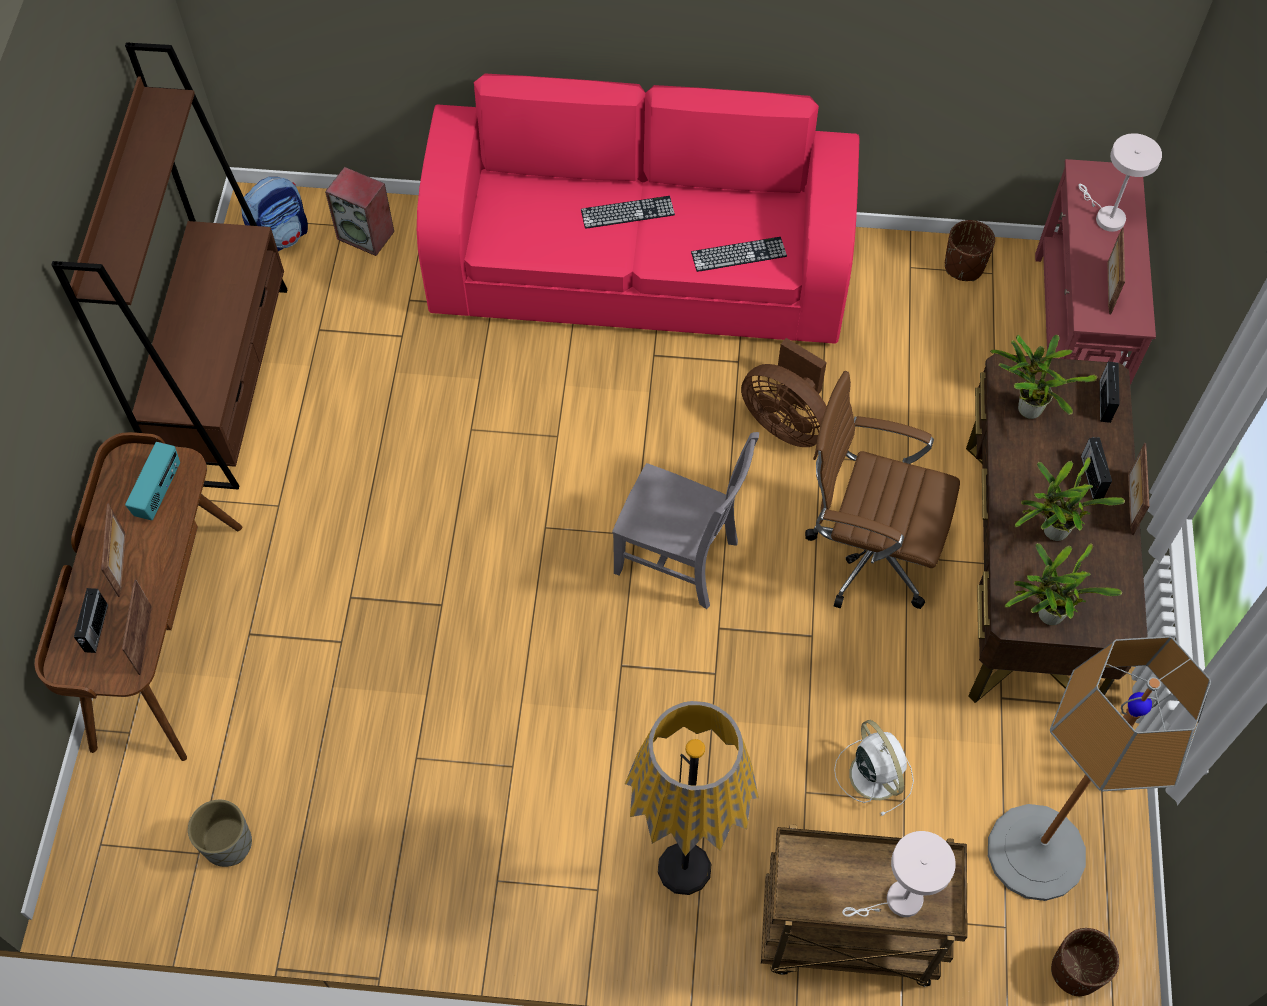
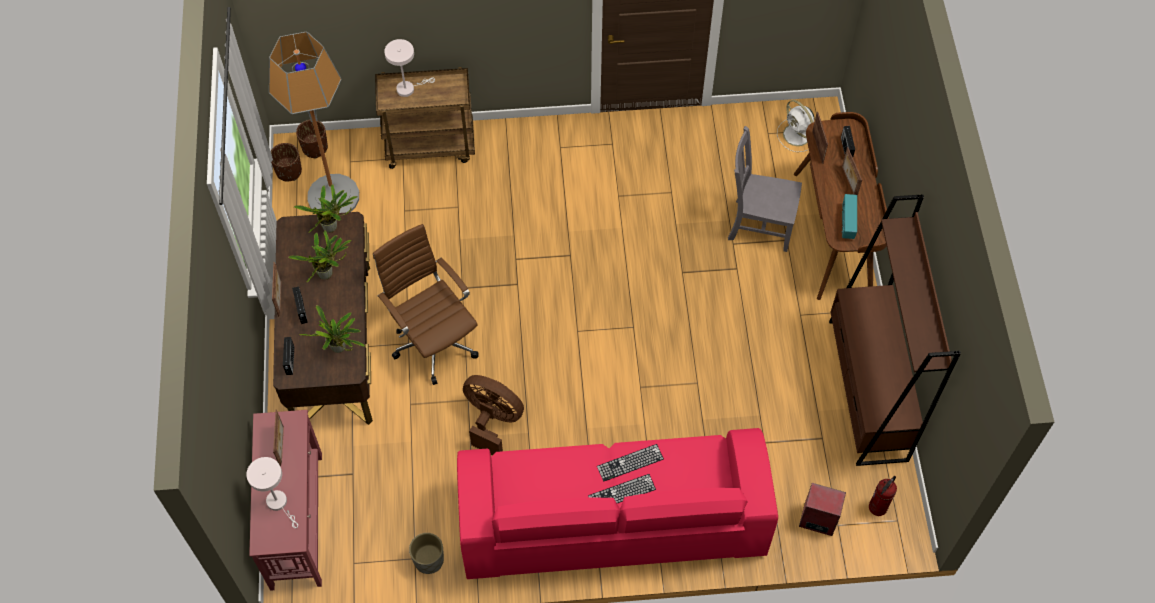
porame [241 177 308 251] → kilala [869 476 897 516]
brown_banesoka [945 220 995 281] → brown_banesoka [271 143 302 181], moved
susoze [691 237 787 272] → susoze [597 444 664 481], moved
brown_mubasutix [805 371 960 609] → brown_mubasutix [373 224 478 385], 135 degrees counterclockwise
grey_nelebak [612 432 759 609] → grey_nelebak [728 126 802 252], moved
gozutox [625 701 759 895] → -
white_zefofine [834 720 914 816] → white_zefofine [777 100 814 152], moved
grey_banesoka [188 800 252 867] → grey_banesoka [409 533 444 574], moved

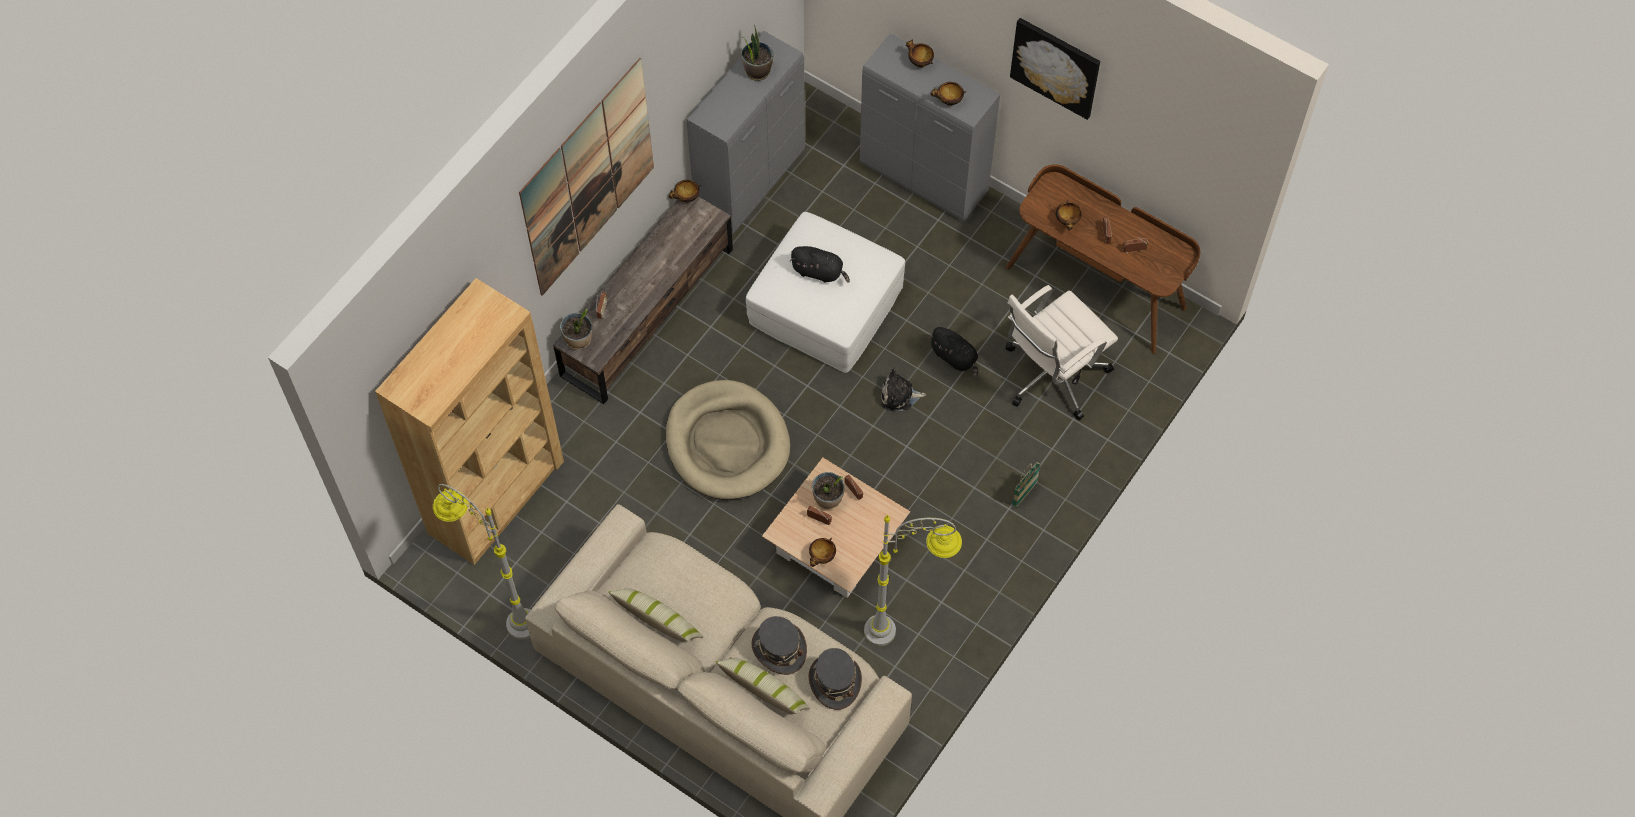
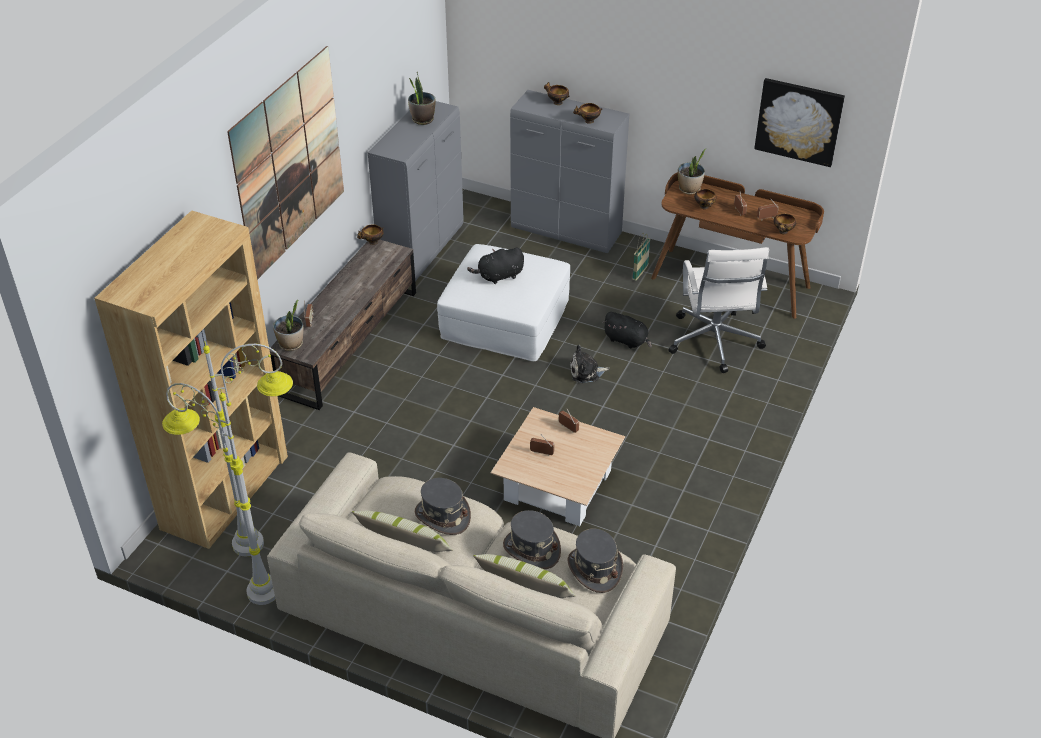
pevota [1010 18 1100 120] → pevota [754 78 845 167], moved
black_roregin [790 246 850 283] → black_roregin [467 248 524 284], 150 degrees clockwise
white_mubasutix [1005 285 1118 420] → white_mubasutix [668 247 769 373], 45 degrees counterclockwise
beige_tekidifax [666 380 790 499] → -
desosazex [1012 462 1041 508] → desosazex [632 233 650 281], moved
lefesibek [812 472 844 509] → lefesibek [678 148 707 195], moved
grey_gozutox [864 514 962 646] → grey_gozutox [203 341 293 556], moved
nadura [809 538 836 567] → nadura [774 213 796 234], moved
- → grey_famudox [415 478 471 535]

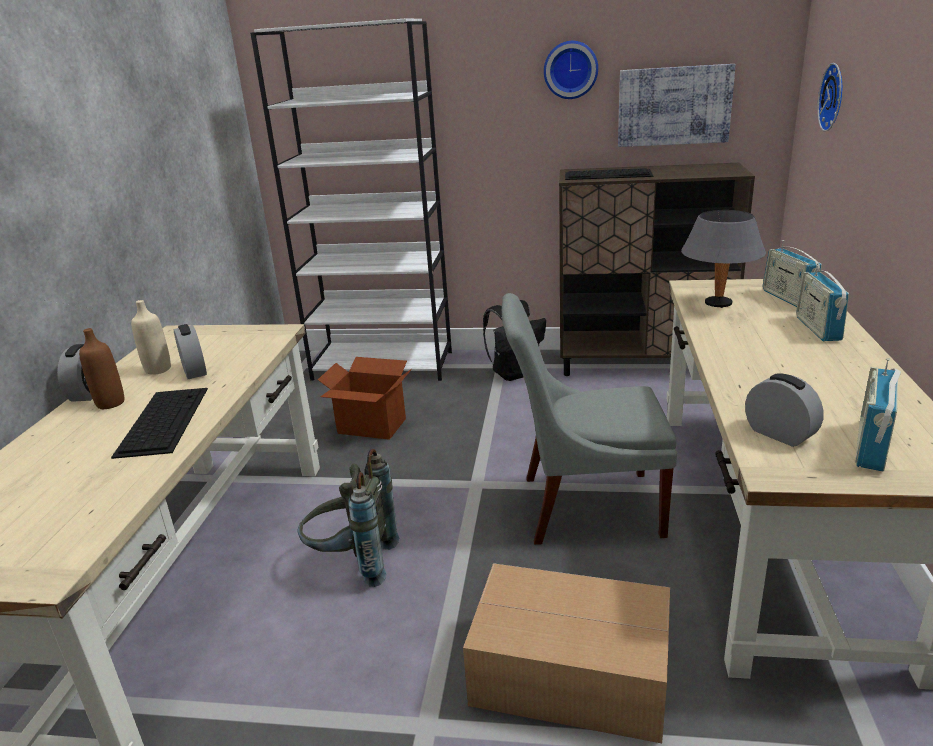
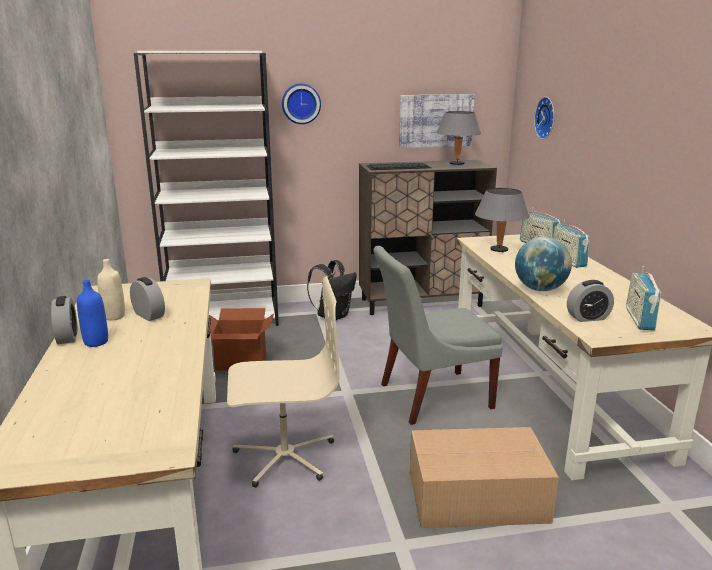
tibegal [544 41 598 99] → tibegal [282 84 321 124], moved
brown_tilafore [79 328 124 409] → blue_tilafore [77 280 108 347]
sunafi [745 373 824 447] → sunafi [567 280 614 322], 135 degrees clockwise
susoze [111 388 208 459] → -
grey_porame [297 449 399 587] → beige_mubasutix [227 276 340 488]
- → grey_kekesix [436 111 481 165]
- → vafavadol [515 237 572 291]

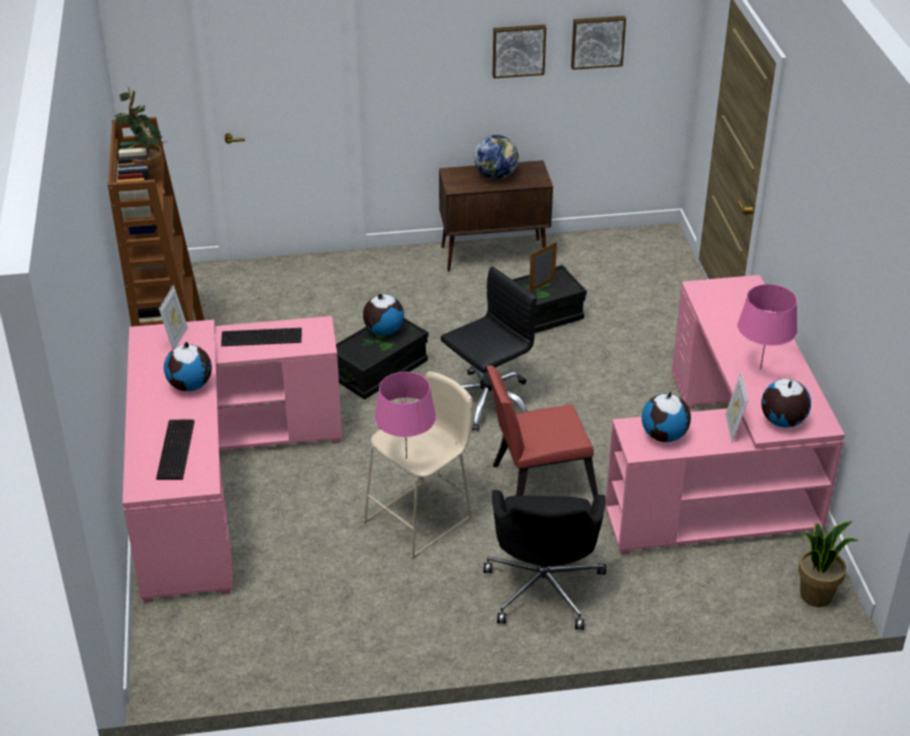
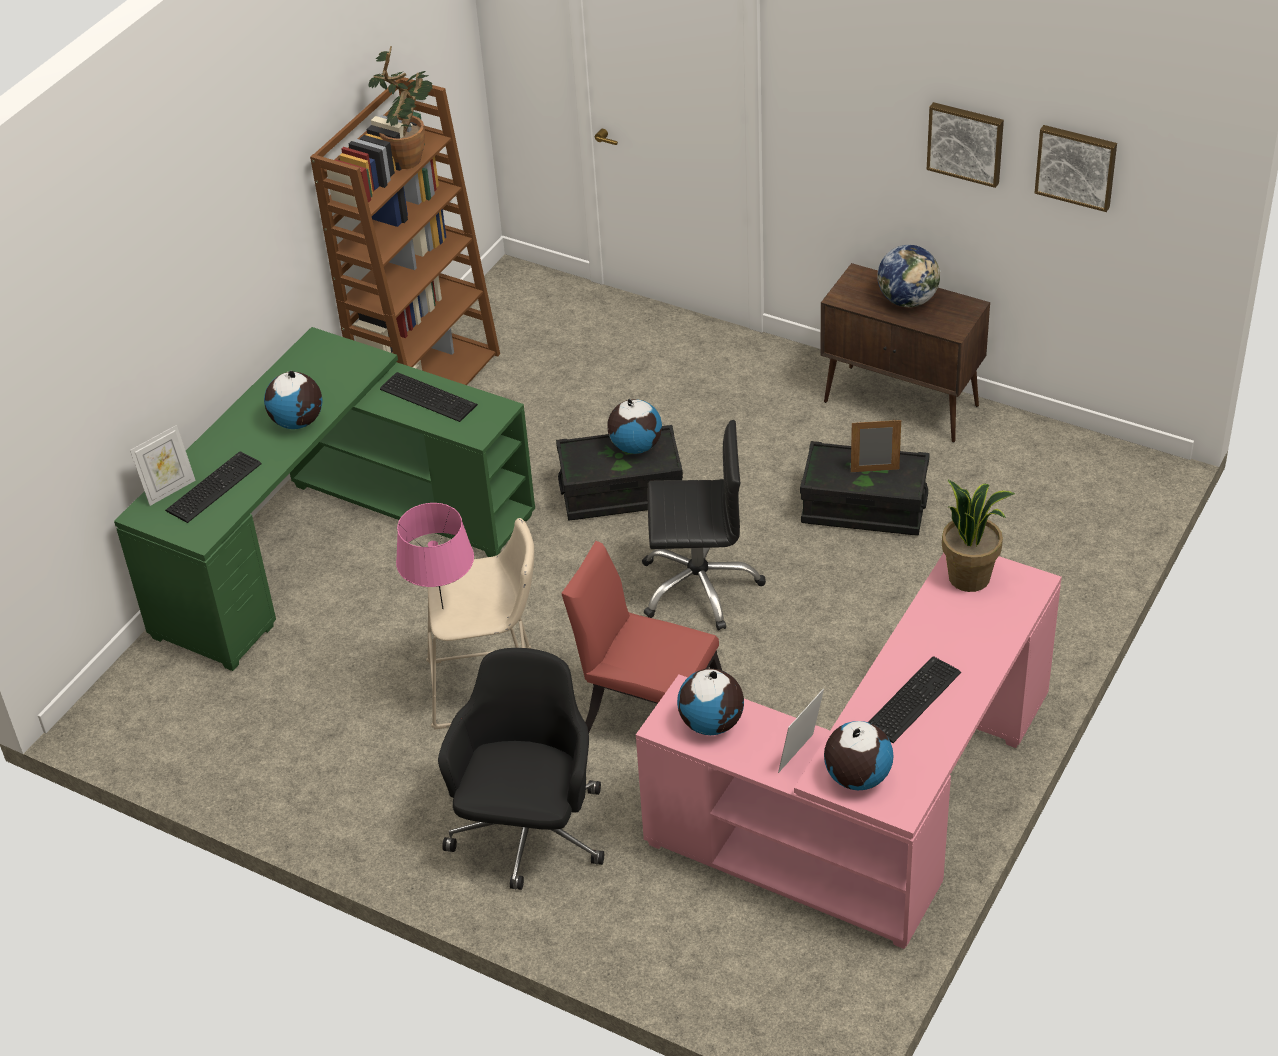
pink_kekesix [738 284 797 370] → susoze [868 657 961 743]
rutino [159 285 188 350] → rutino [130 425 196 506], moved
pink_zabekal [123 316 342 603] → green_zabekal [114 327 535 671]
black_mubasutix [483 490 606 630] → black_mubasutix [438 648 604 890], 150 degrees clockwise
lefesibek [798 521 859 607] → lefesibek [942 480 1015 592], moved

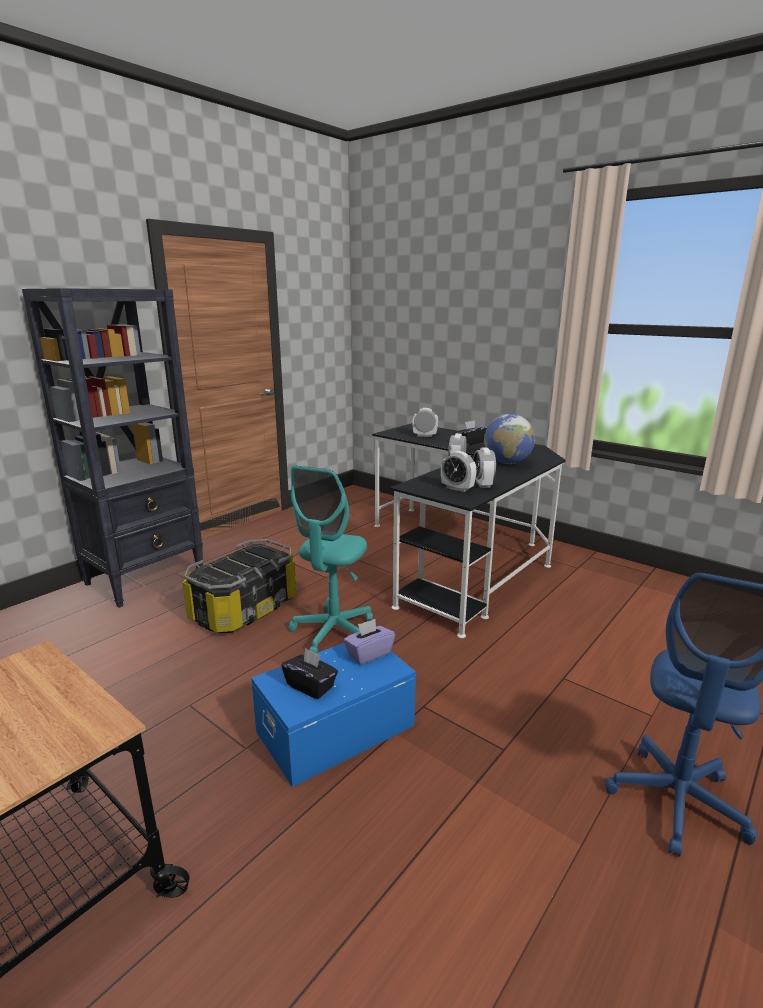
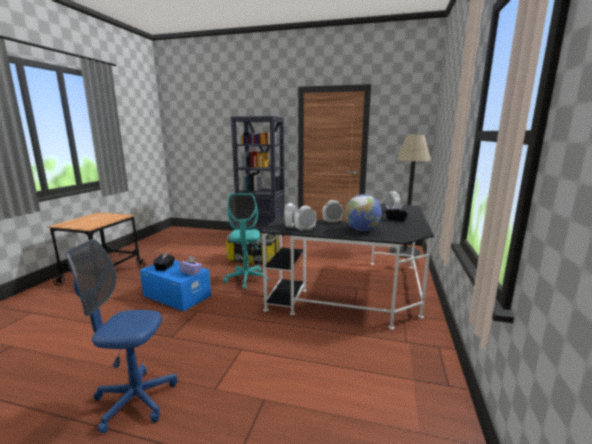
turquoise_mubasutix [288 465 373 653] → turquoise_mubasutix [223 193 268 289], 90 degrees counterclockwise
- → gozutox [390 135 431 257]

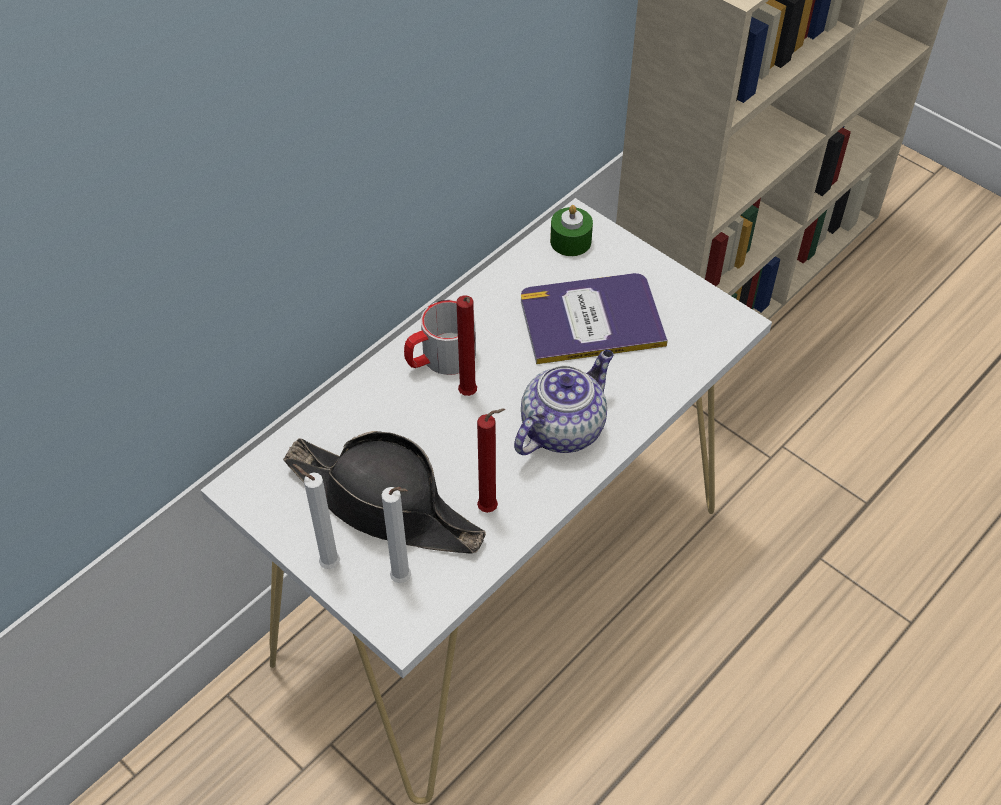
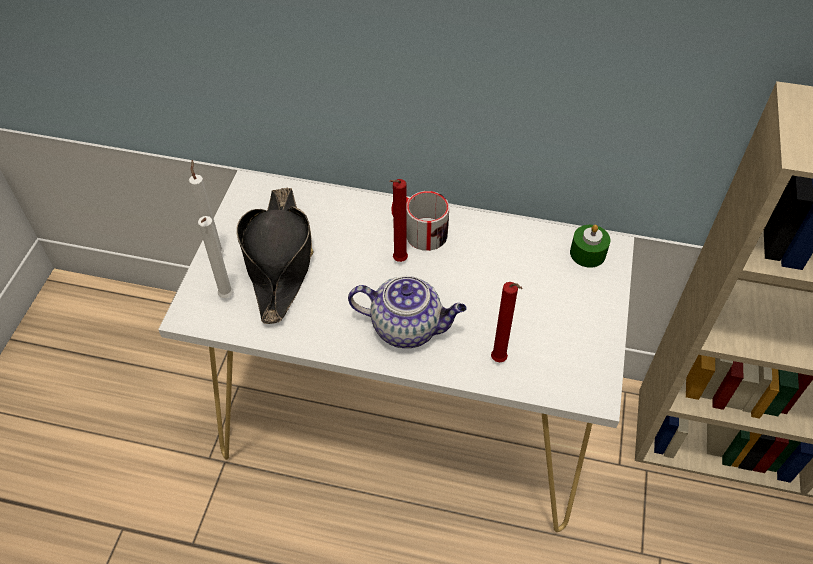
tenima [521 273 668 364] → -
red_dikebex [477 409 505 513] → red_dikebex [491 282 523 362], moved

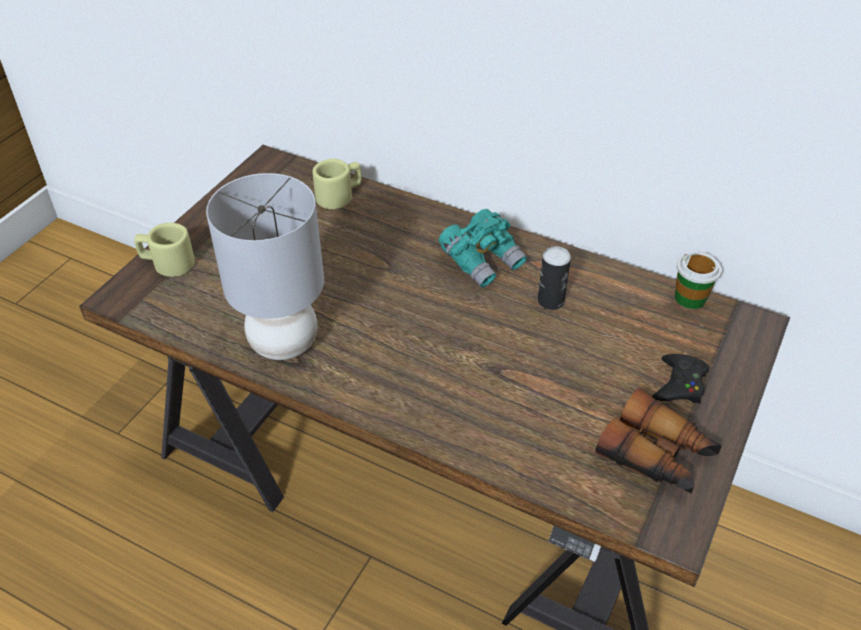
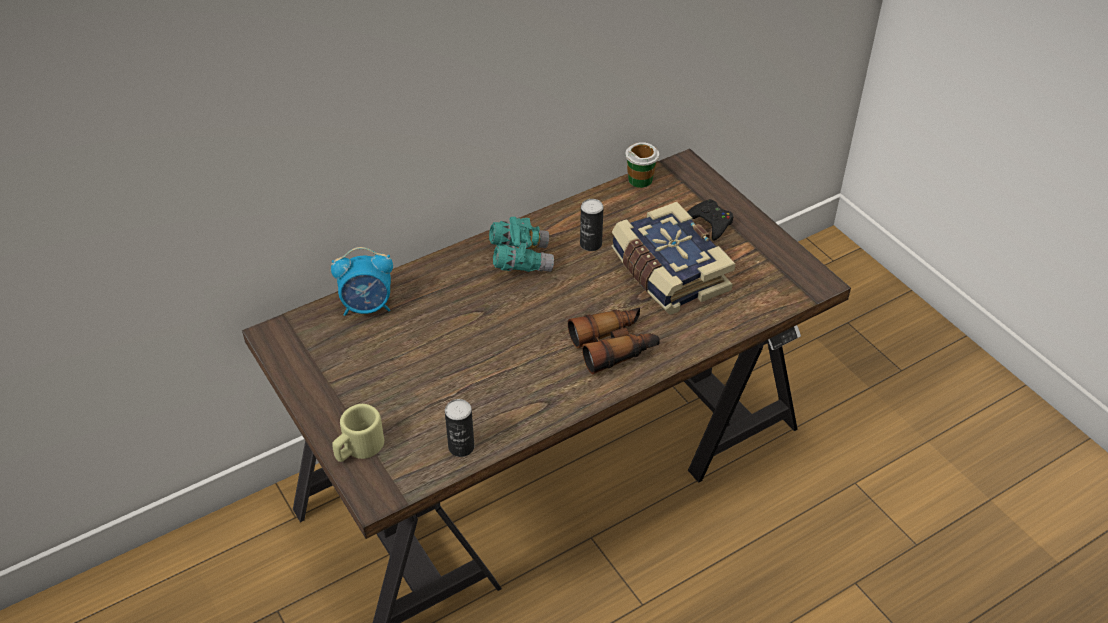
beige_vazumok [312 159 362 209] → sunafi [331 247 393 316]
grey_kekesix [206 173 324 360] → -
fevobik [595 388 722 494] → fevobik [568 308 660 374], moved
- → tenima [611 202 736 315]
- → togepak [445 399 474 457]

